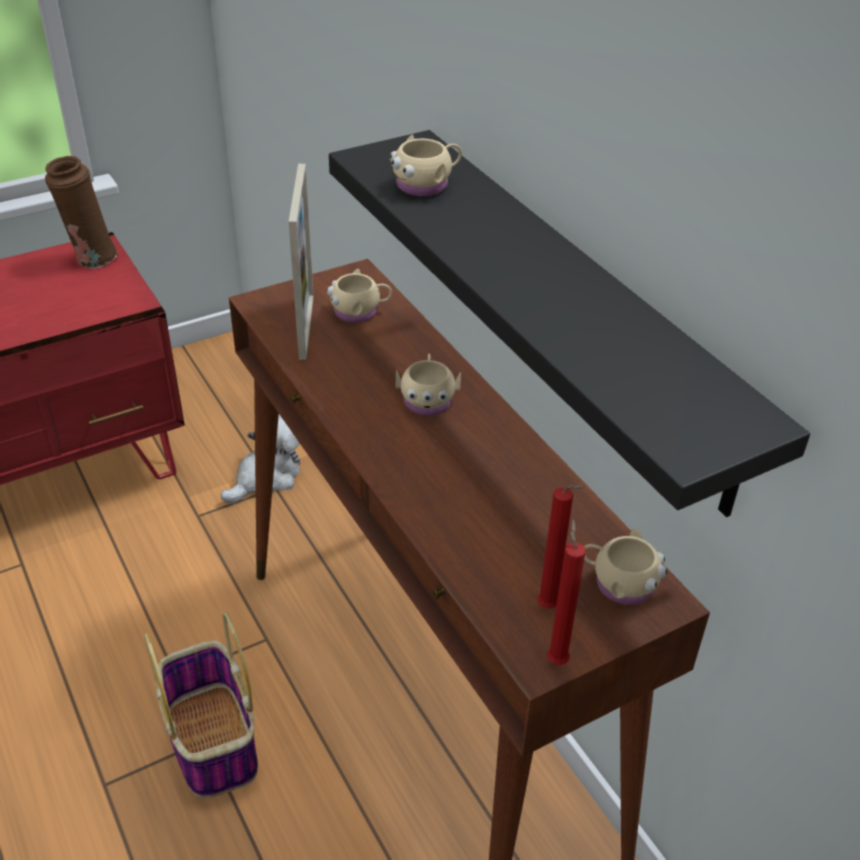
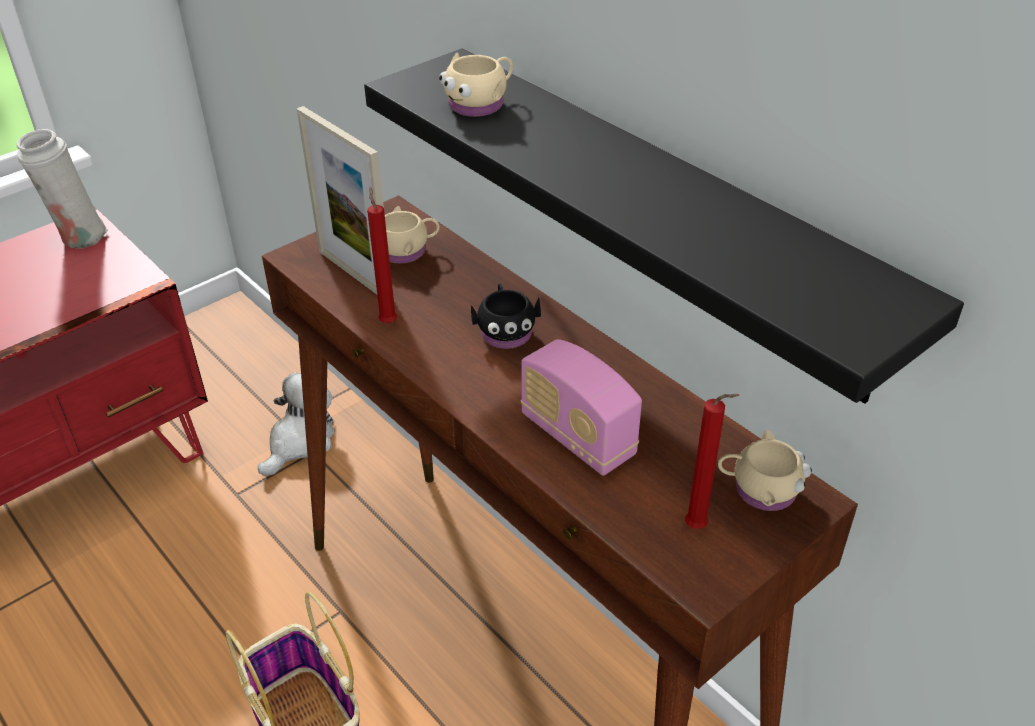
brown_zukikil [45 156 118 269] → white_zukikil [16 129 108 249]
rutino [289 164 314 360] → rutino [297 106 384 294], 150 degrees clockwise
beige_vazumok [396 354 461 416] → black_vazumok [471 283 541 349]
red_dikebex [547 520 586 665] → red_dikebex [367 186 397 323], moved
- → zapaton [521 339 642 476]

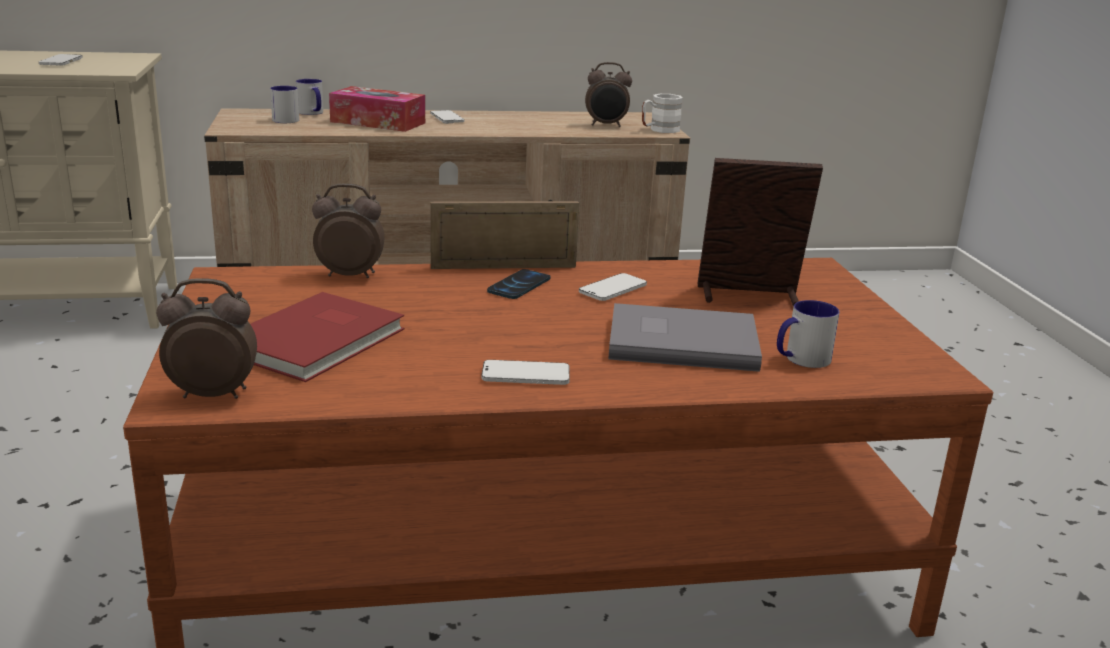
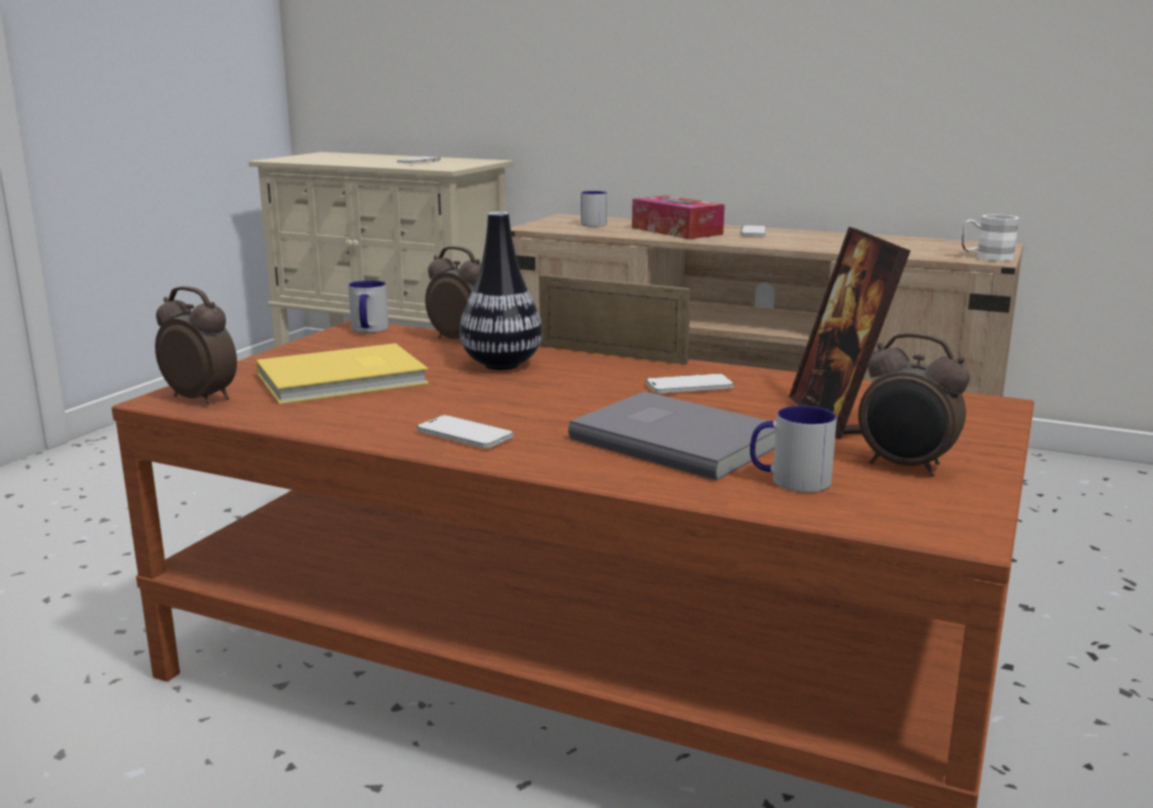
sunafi [585 62 632 127] → sunafi [858 332 970 477], moved
vazumok [296 79 323 115] → vazumok [348 280 389 333], moved
rutino [698 158 823 307] → rutino [789 227 911 439], 135 degrees counterclockwise
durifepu [487 269 551 299] → -
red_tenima [250 292 405 382] → yellow_tenima [256 343 429 405]
- → zukikil [460 212 542 370]

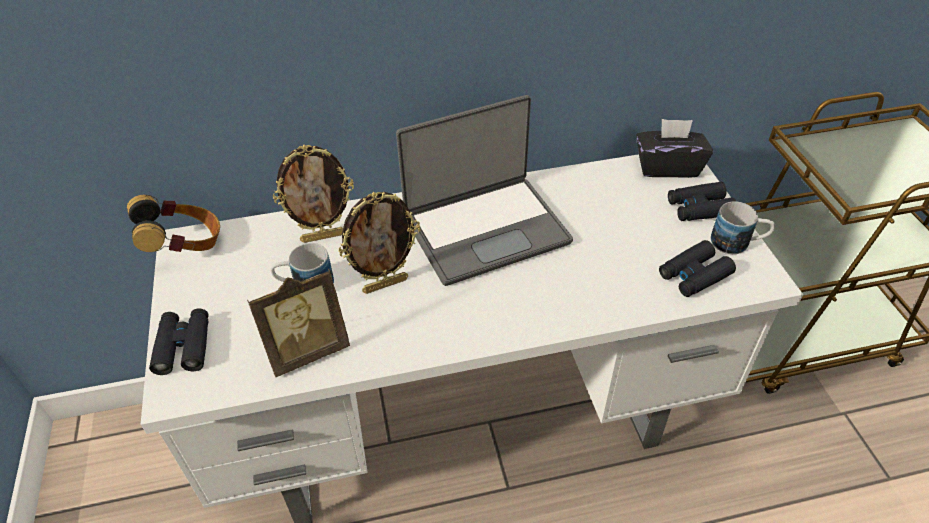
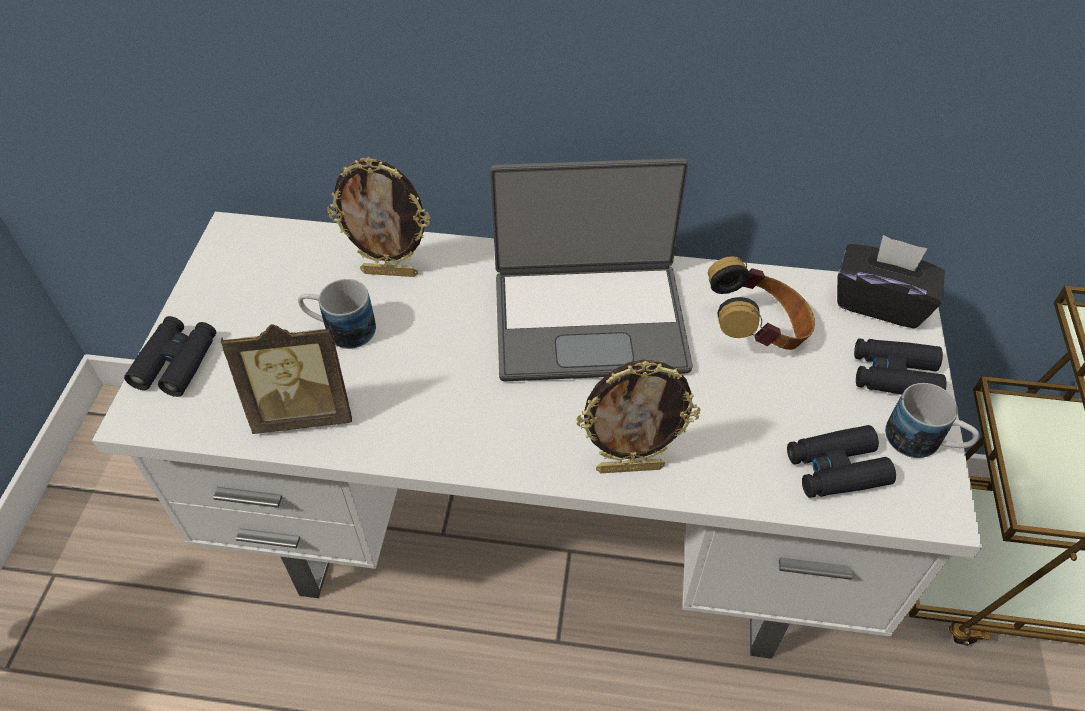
rutino [338 192 420 294] → rutino [576 360 700 473], moved
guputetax [127 195 220 252] → guputetax [708 256 815 350], moved

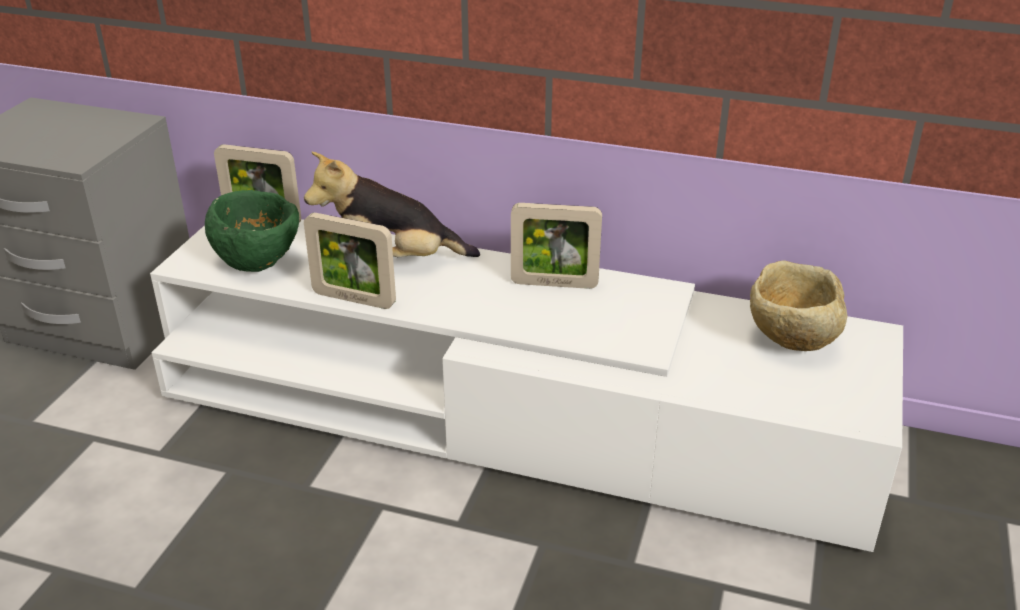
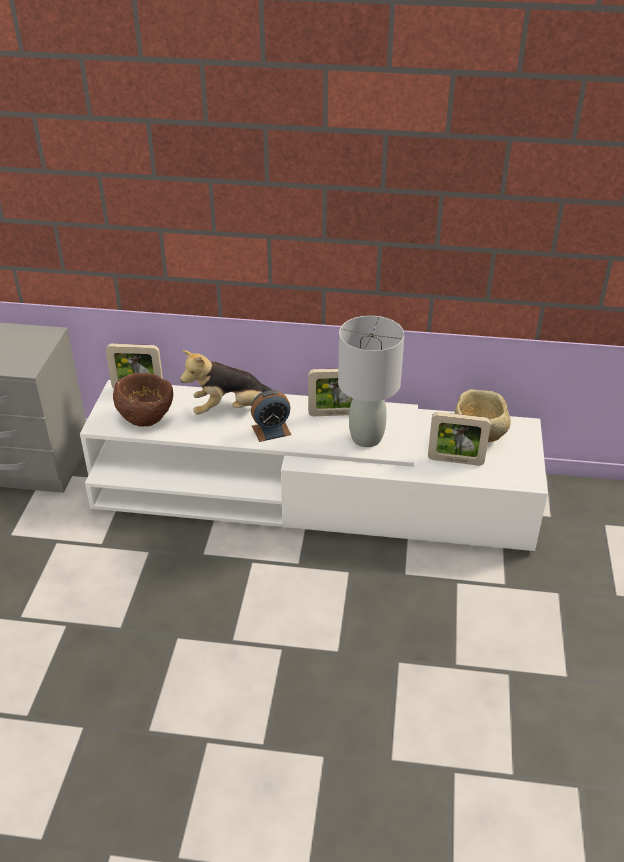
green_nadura [205 189 299 272] → brown_nadura [113 373 173 426]
rutino [304 213 396 309] → rutino [428 412 491 466], moved
- → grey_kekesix [338 316 404 447]
- → sunafi [251 390 291 442]

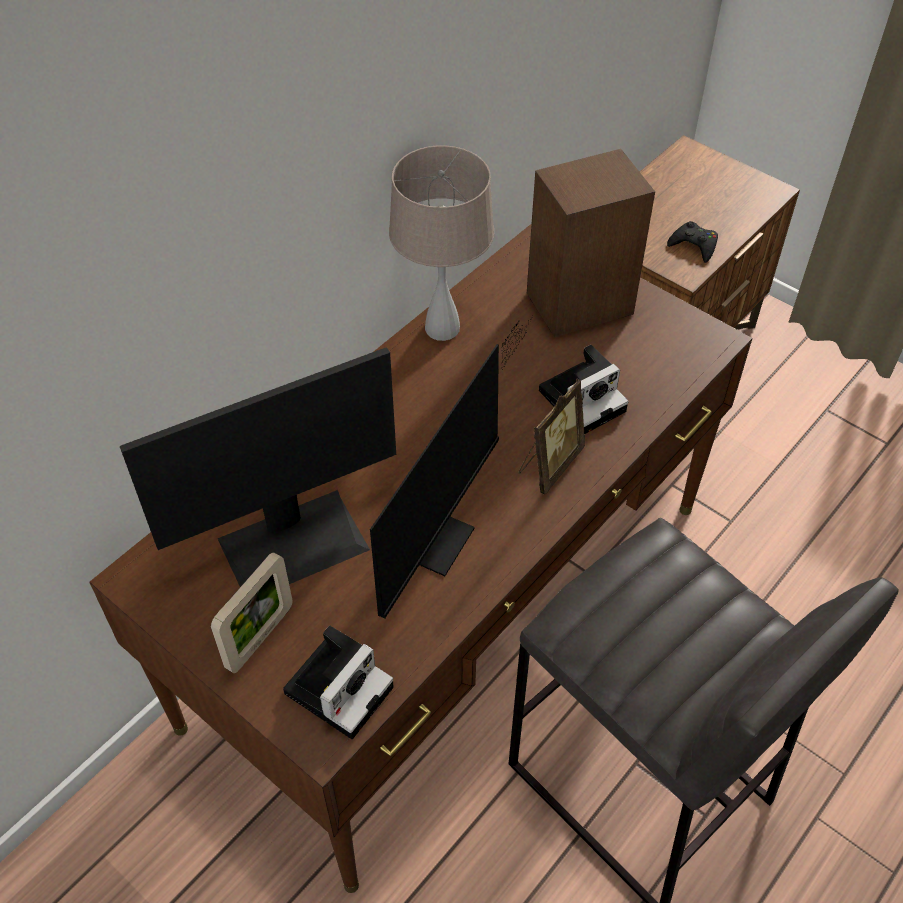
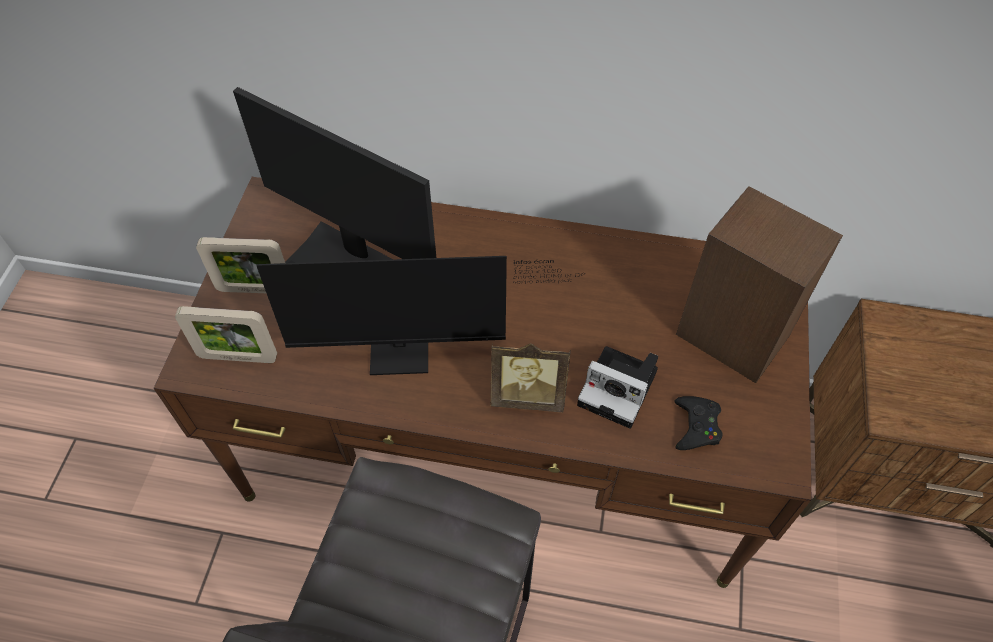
beige_kekesix [389 145 494 341] → -
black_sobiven [667 221 718 263] → black_sobiven [674 396 723 450], moved
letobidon [283 625 394 739] → rutino [175 306 277 363]

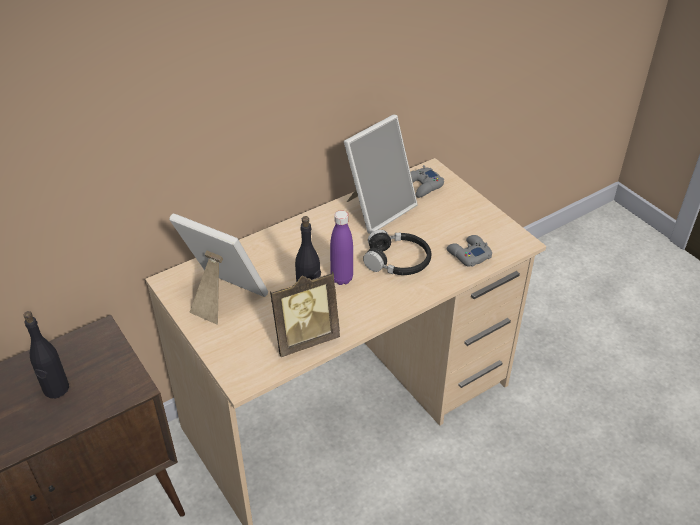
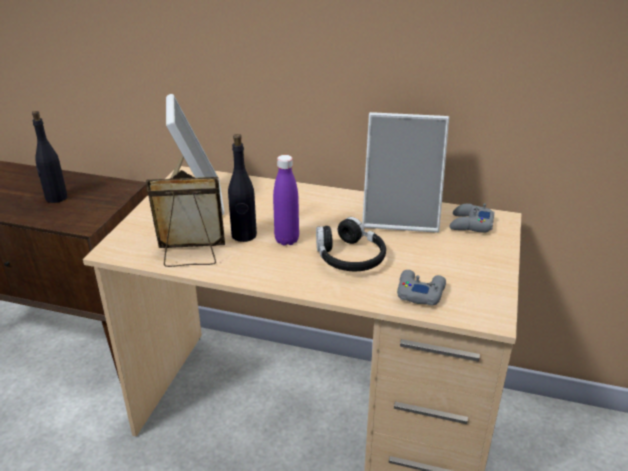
rutino [270 272 340 357] → rutino [146 170 225 267], 150 degrees clockwise

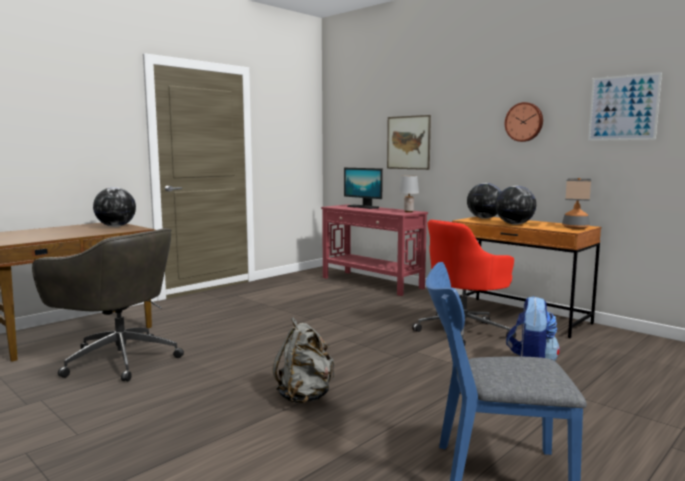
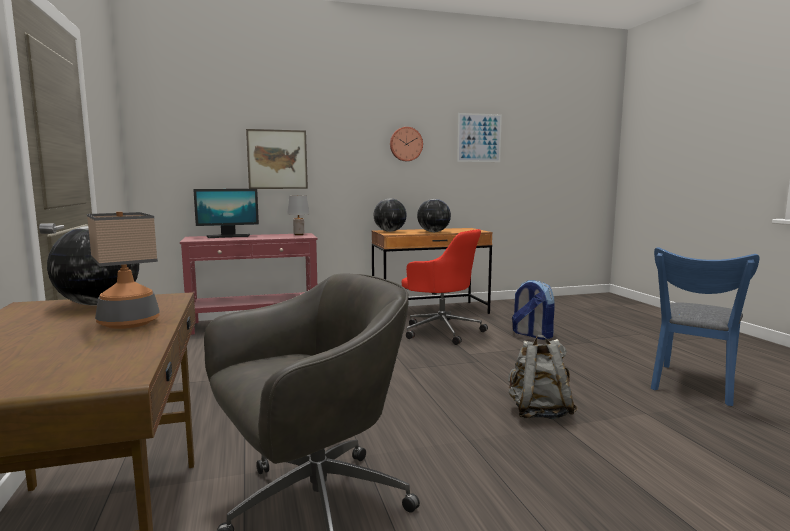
kekesix [562 178 591 229] → kekesix [87 212 160 329], moved
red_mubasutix [412 220 516 346] → red_mubasutix [402 229 488 345], 45 degrees counterclockwise

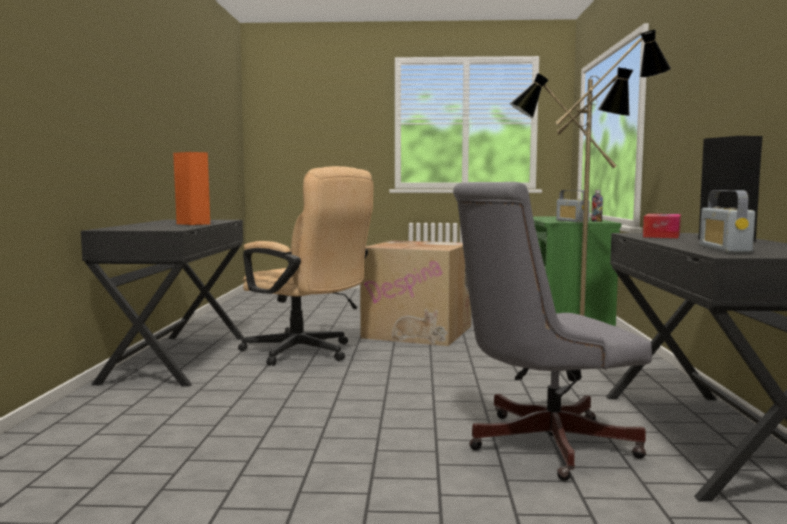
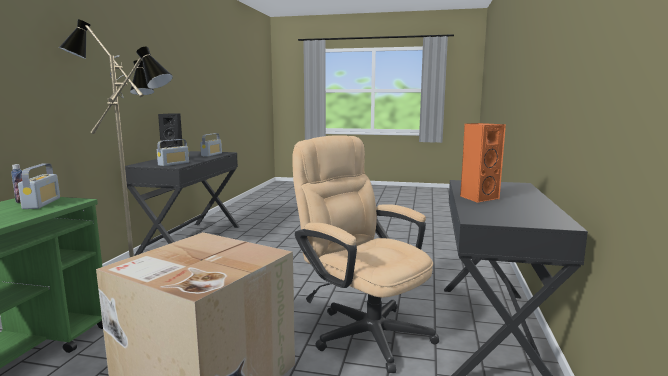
grey_mubasutix [453 182 652 481] → -
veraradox [643 214 681 238] → zapaton [157 139 189 166]

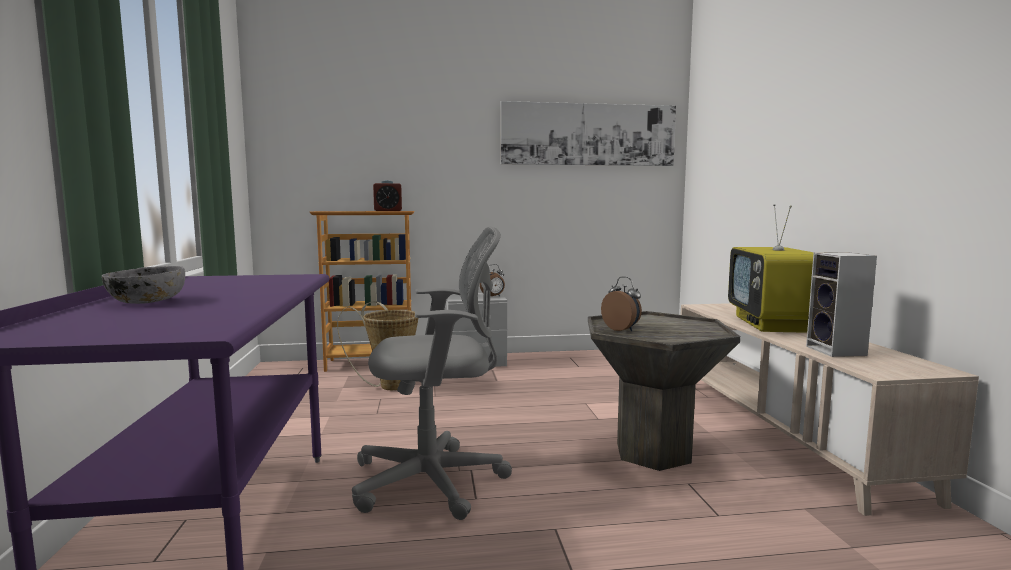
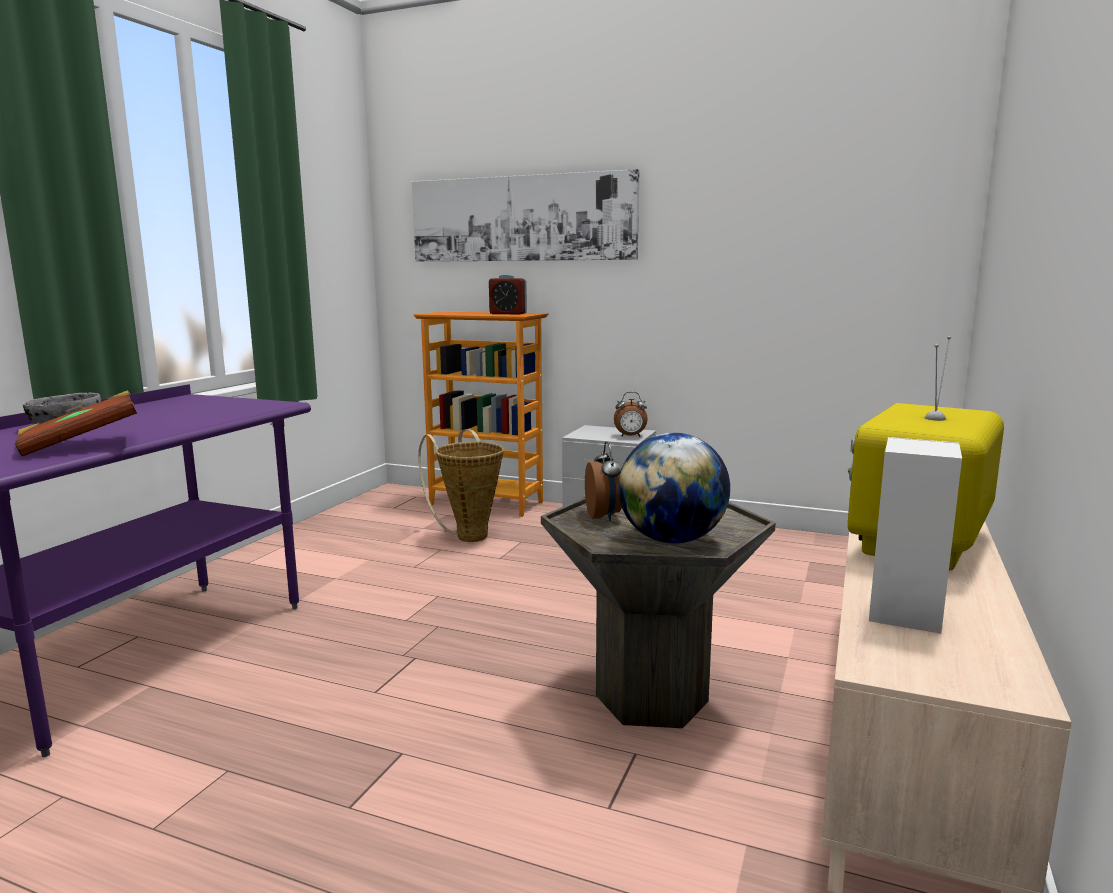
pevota [501 101 676 166] → pevota [412 169 639 262], moved
grey_mubasutix [352 226 512 520] → -
- → brown_tenima [15 390 137 456]
- → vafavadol [618 433 730 544]

